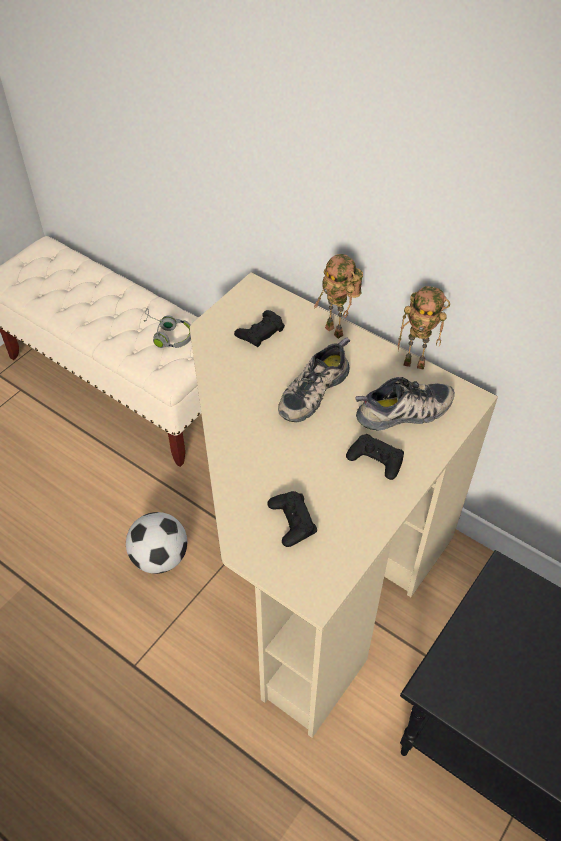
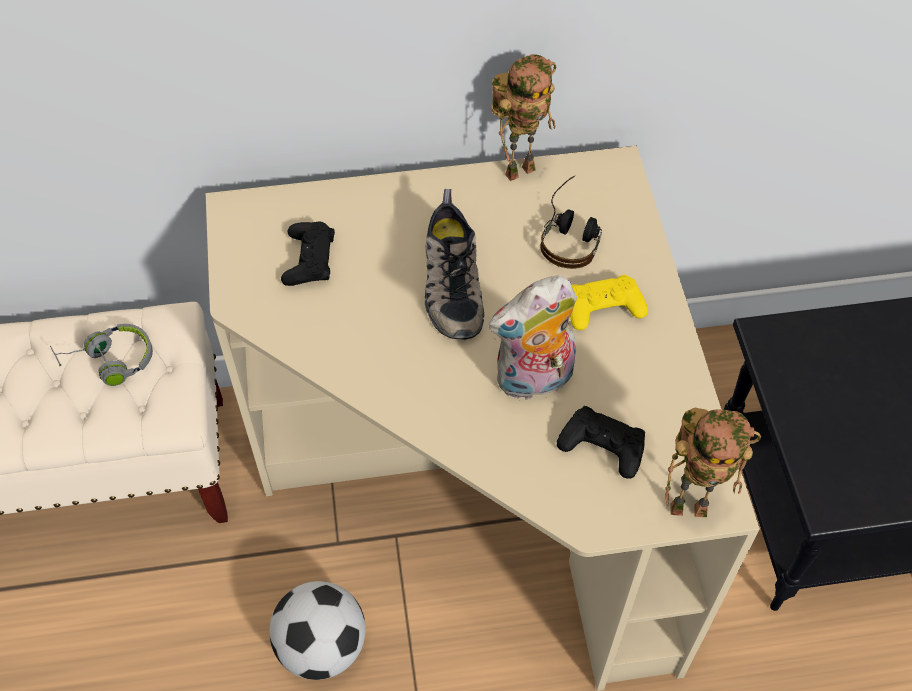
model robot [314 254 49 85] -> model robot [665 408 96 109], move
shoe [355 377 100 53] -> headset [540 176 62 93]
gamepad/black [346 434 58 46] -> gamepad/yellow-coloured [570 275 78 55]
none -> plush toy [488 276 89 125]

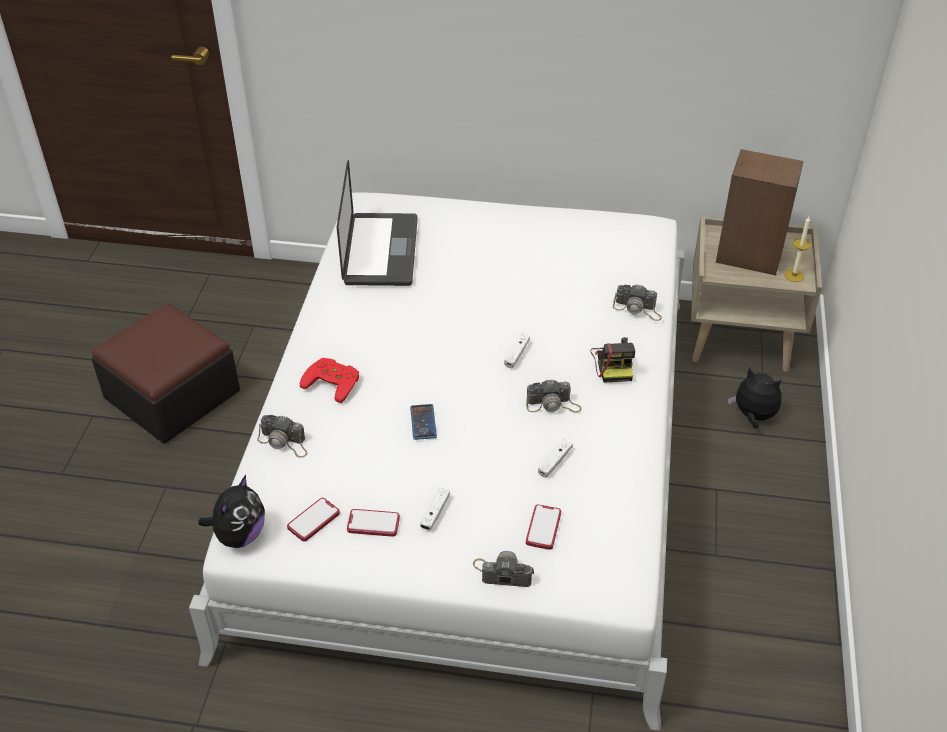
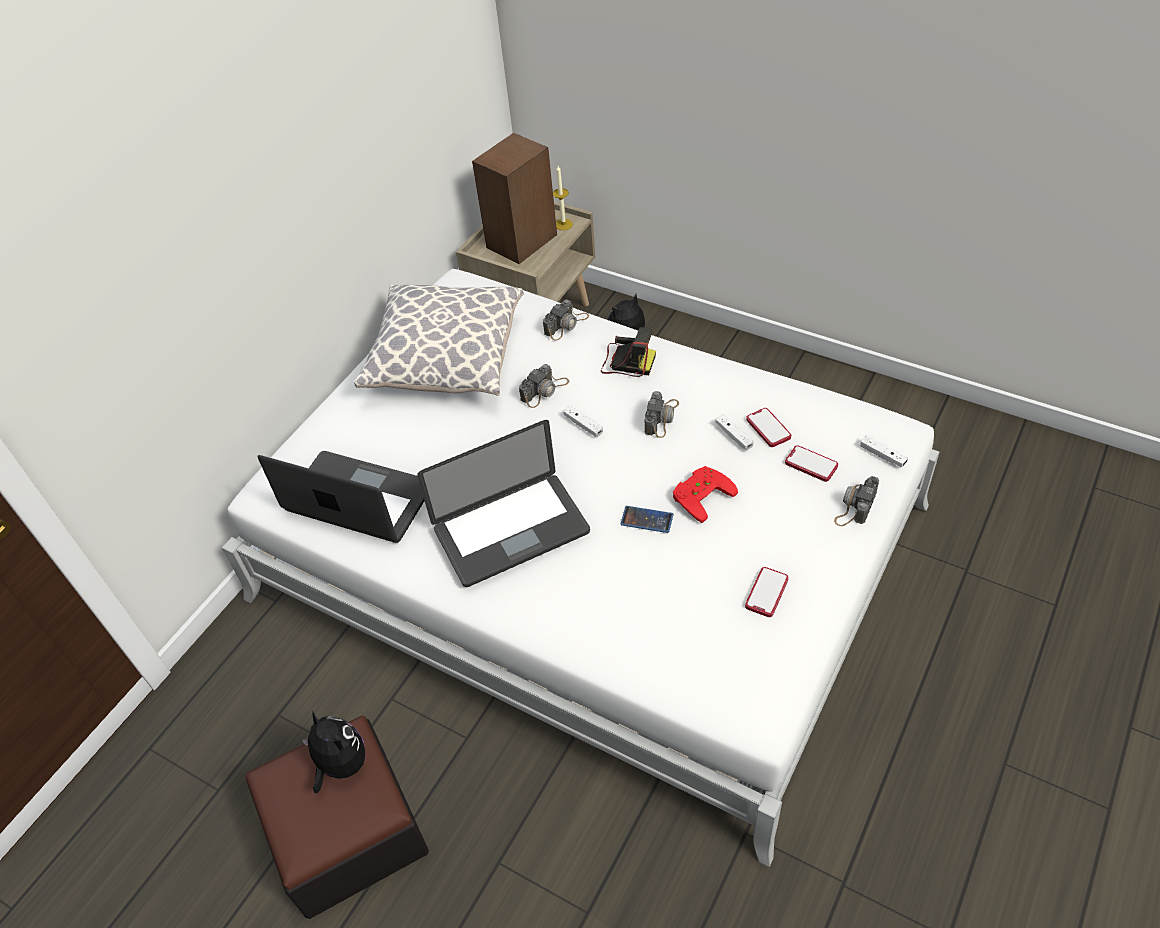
gamepad/reddish [300 358 59 45] -> gamepad/reddish [673 466 65 57], move
still camera [257 415 50 43] -> still camera [519 364 50 44], move
plush toy [198 475 67 73] -> plush toy [301 712 65 81], move
gamepad/white-coloured [420 488 30 42] -> gamepad/white-coloured [860 436 48 31], move
handset [287 498 53 44] -> handset [746 408 45 39], move
none -> cushion [354 285 170 111]
none -> laptop [417 420 173 167]

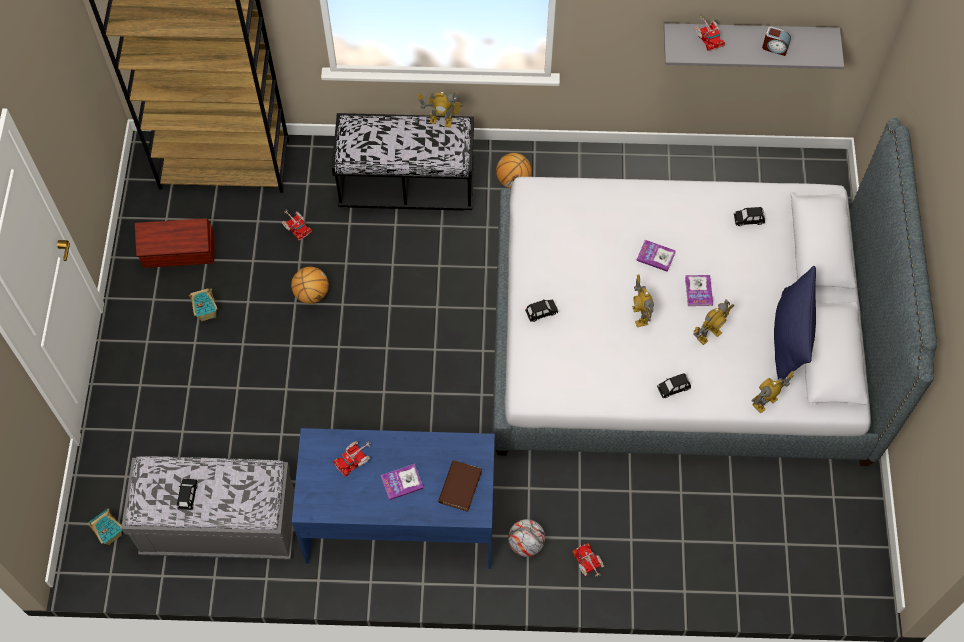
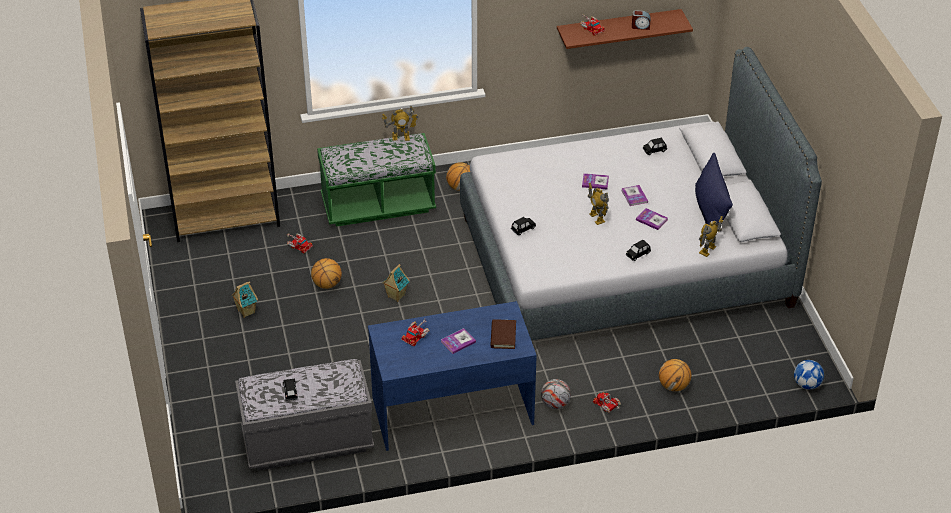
wall shelf/gray [664 23 180 46] -> wall shelf/brownish [557 9 136 40]
indoor bench/black [332 113 142 98] -> indoor bench/greenish [317 133 119 94]
storage bin/brownish [135 218 80 50] -> none
model robot [693 299 41 46] -> volume [636 208 32 22]
miniature house [87 509 35 36] -> miniature house [382 264 28 38], move
none -> basketball ball [659 359 32 32]
none -> football [794 360 30 29]

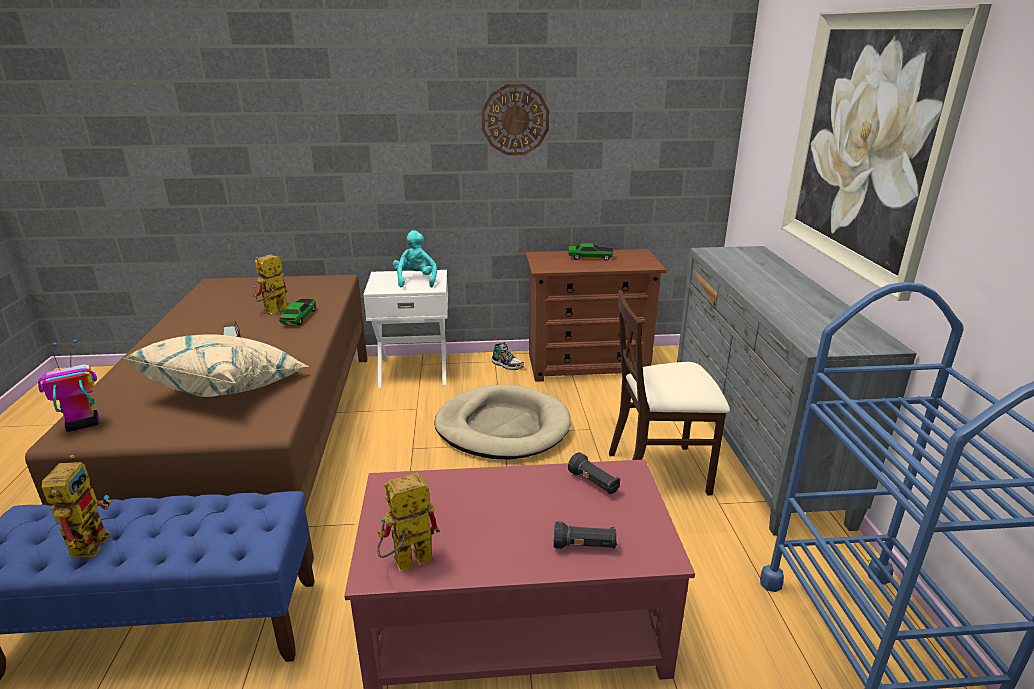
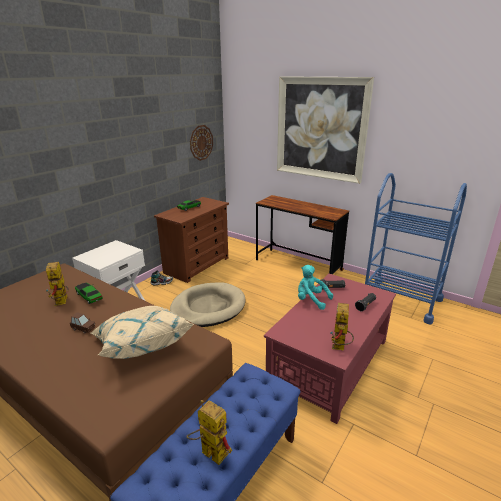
wall clock [482 84 67 71] -> wall clock [190 125 23 36], move
plush toy/blue-green [393 230 44 57] -> plush toy/blue-green [298 265 35 45], move
drawer chest/gray [677 246 240 290] -> desk table/brownish [256 195 93 79]
plain chair/sand-coloured [609 290 121 206] -> none
model robot [38 340 61 92] -> none

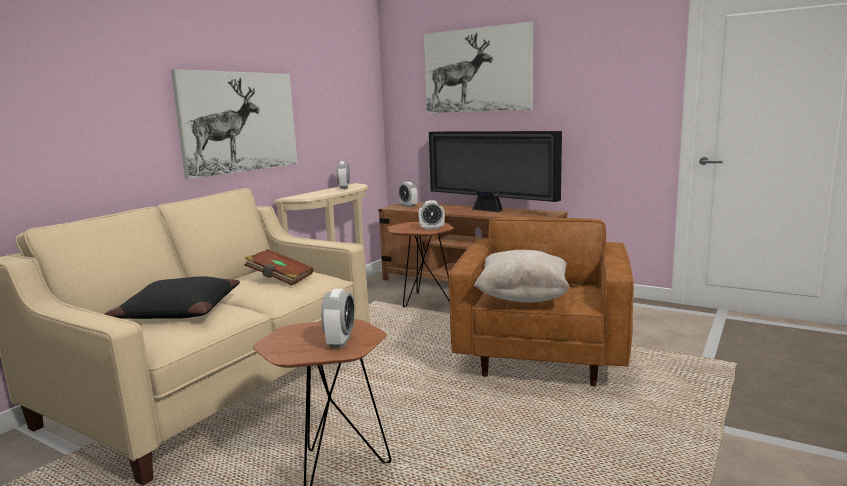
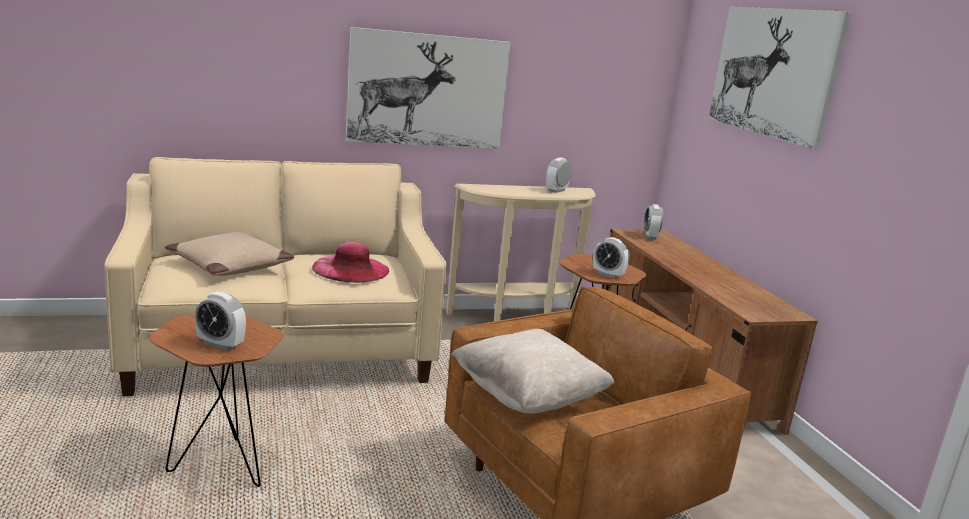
TV [429 131 133 82] -> none
volume/brownish [244 249 69 37] -> wearable hat/pink [312 242 77 41]
cushion/black [104 276 136 43] -> cushion/sand-coloured [165 232 129 44]
table clock [321 289 34 59] -> table clock [194 292 52 59], 60 degrees clockwise

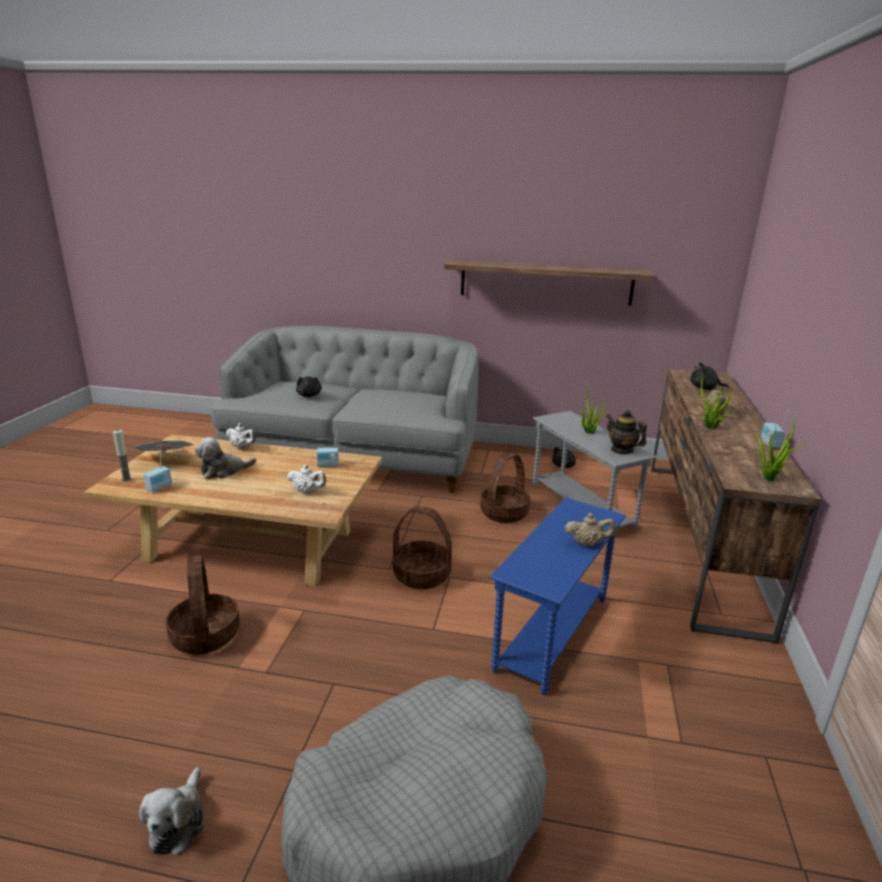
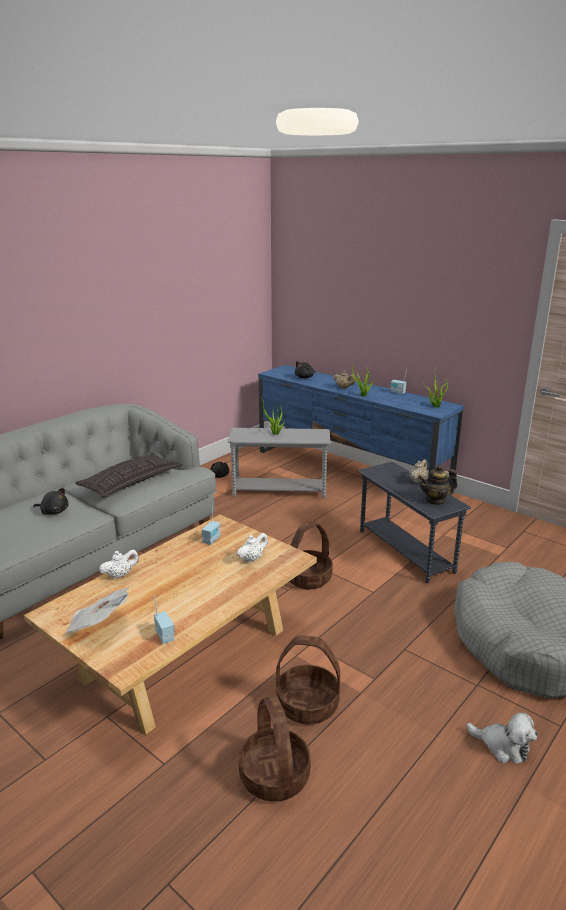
wall shelf [444 260 210 45] -> none
tv stand/brownish [651 369 170 275] -> tv stand/blue [258 365 206 130]
pot for tea [606 410 41 44] -> pot for tea [418 465 39 40], move
wax light [113 430 19 52] -> none
plush toy [195 437 61 42] -> none
basket [480 452 50 71] -> basket [239 696 72 106], move
end table/blue [489 498 136 197] -> end table/gray [358 461 113 122]
none -> cushion [75 453 107 45]

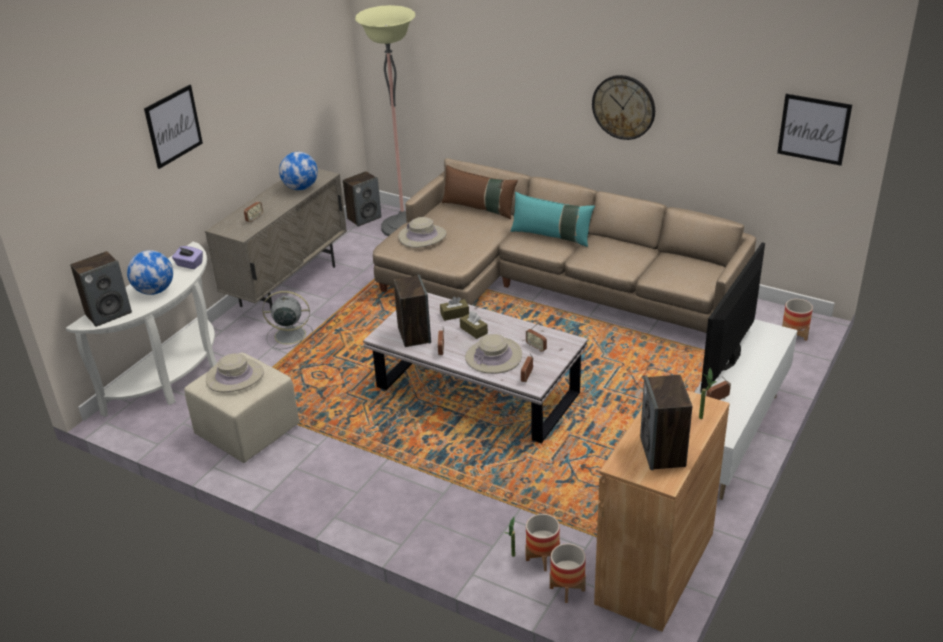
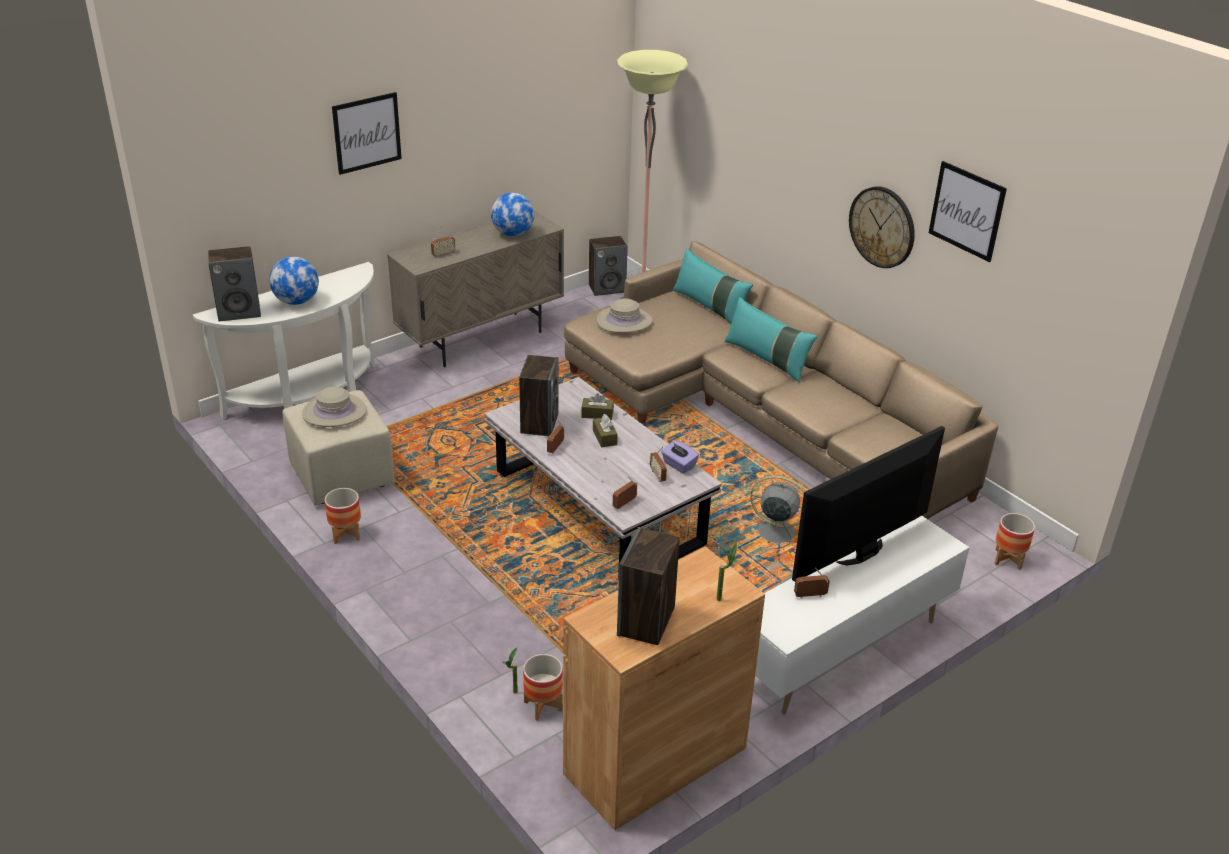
wall picture [777 94 75 72] -> wall picture [929 161 78 101], move
cushion/brownish [442 165 76 54] -> cushion/blue-green [673 248 80 76]
tissue box/purple [172 246 31 23] -> tissue box/purple [661 440 38 34], move
cooling fan/gray [262 291 52 58] -> cooling fan/gray [750 475 55 74], move
wearable hat/sand-coloured [465 334 57 40] -> none
plant pot [550 544 36 59] -> plant pot [325 488 36 56], move

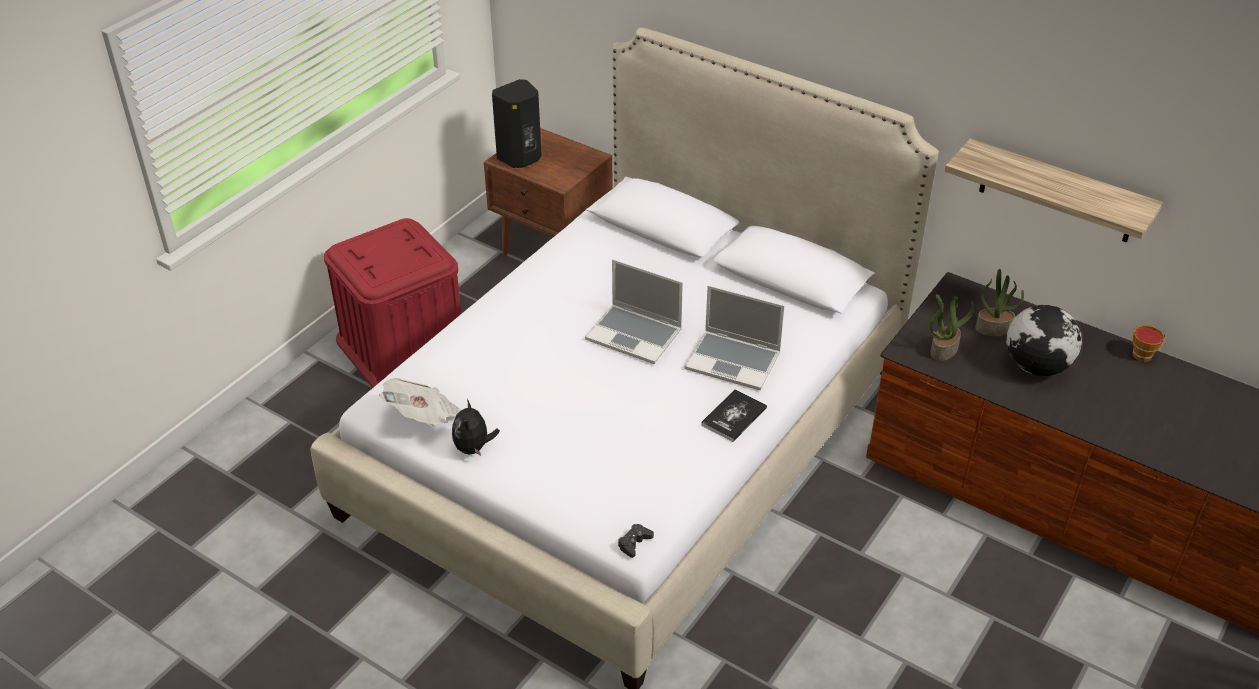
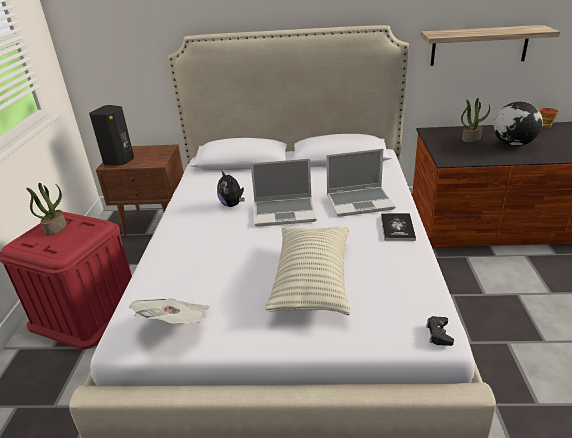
plant in a pot [929 295 45 66] -> plant in a pot [26 183 40 53], move
plush toy [452 399 48 57] -> plush toy [217 170 28 37], move
none -> cushion [265 227 85 88]

